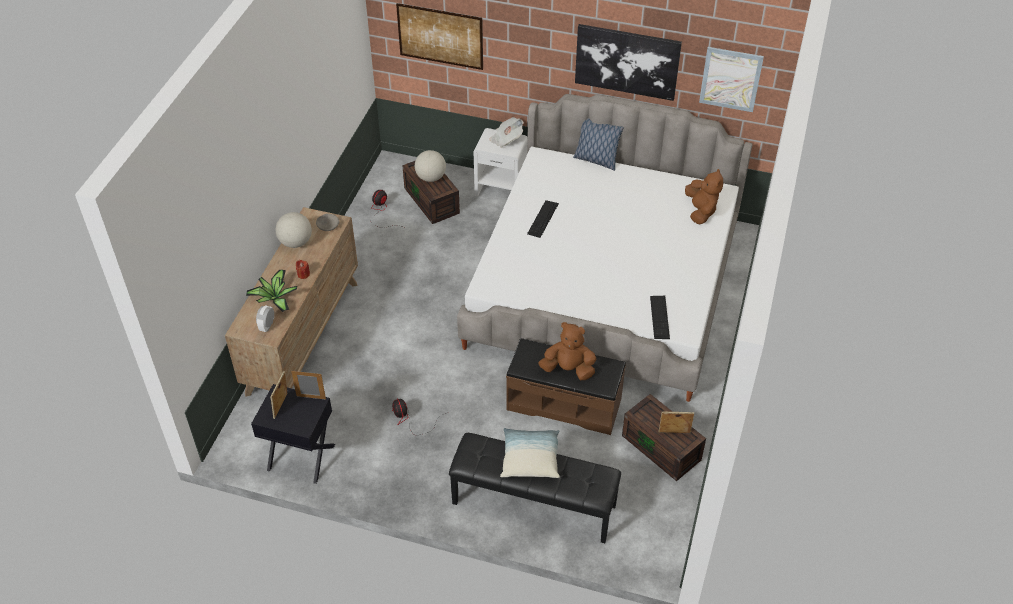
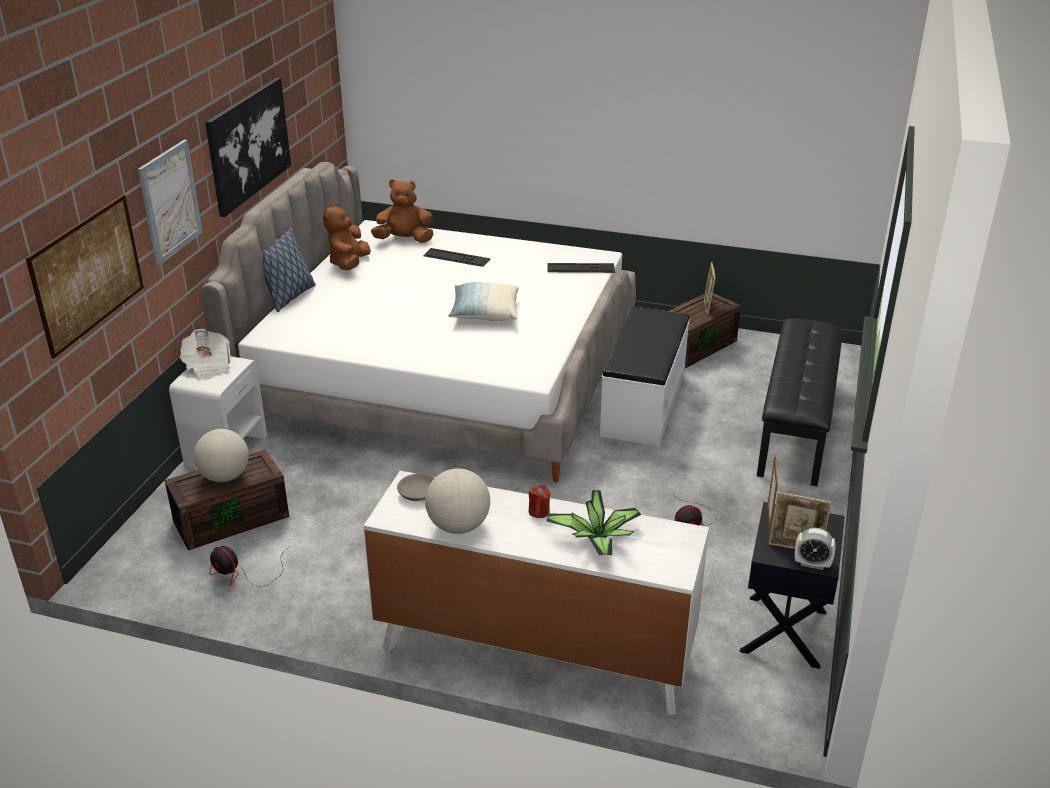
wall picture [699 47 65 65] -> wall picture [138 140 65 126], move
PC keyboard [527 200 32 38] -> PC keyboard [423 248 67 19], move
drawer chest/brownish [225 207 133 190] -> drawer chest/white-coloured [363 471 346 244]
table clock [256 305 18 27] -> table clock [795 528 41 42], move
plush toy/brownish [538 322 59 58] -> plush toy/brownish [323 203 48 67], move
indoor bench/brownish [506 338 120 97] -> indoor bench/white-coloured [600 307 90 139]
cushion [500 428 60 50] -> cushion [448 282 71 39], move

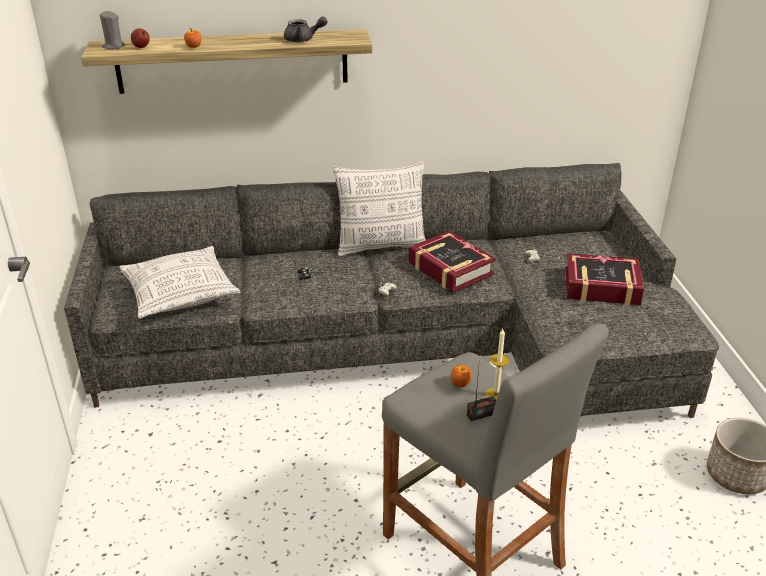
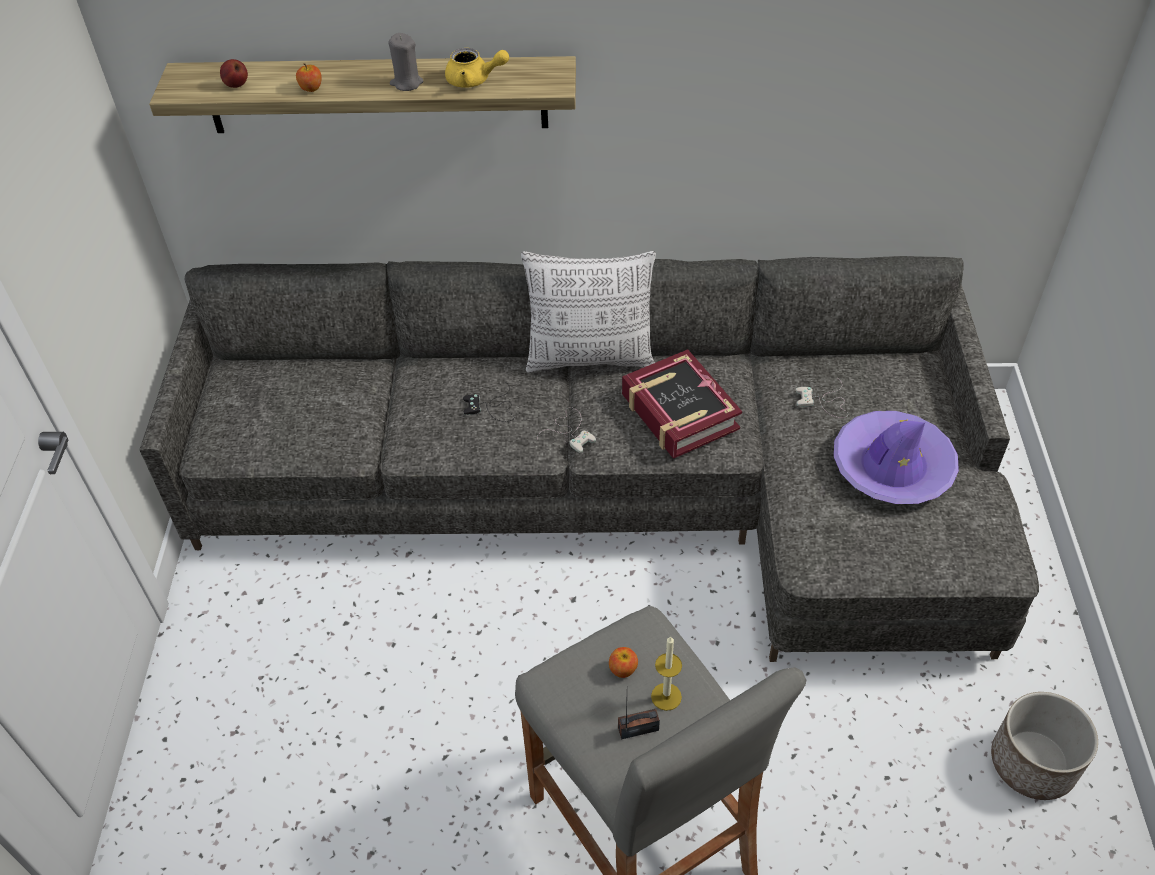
wax light/gray [100 11 25 38] -> wax light/gray [389 33 34 58], move
pot for tea/gray [284 17 43 25] -> pot for tea/yellow-coloured [445 48 64 40]
cushion [120 246 121 72] -> none
volume [565 253 79 53] -> wearable hat/purple [834 411 125 93]

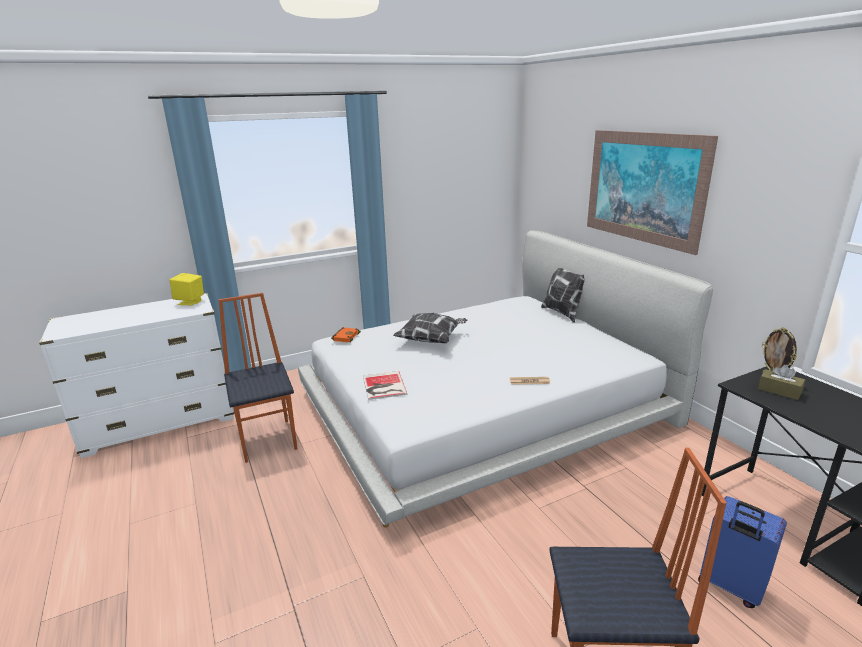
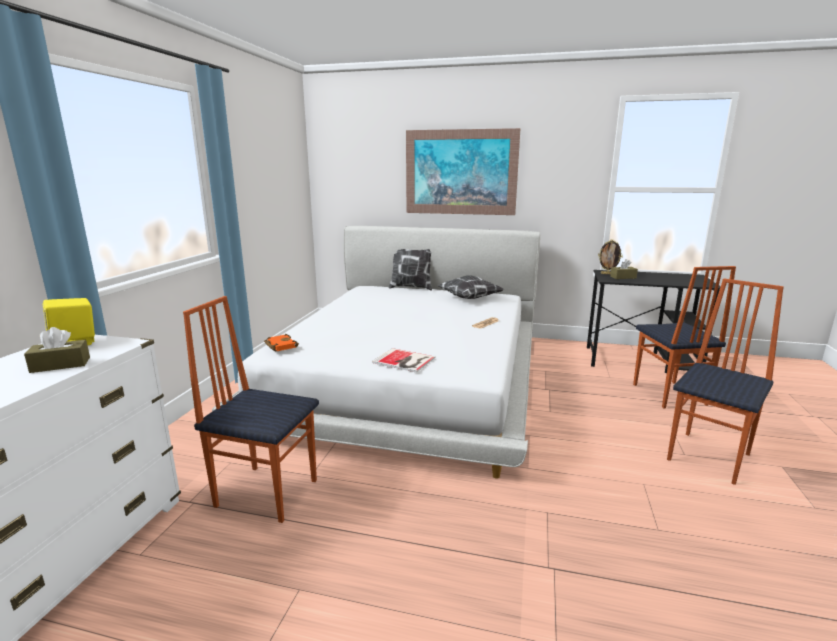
cushion [393 313 75 30] -> cushion [437 275 67 24], move
suitcase/blue [698 496 89 112] -> plain chair [633 266 103 142]
none -> tissue box/brownish [24 327 66 46]

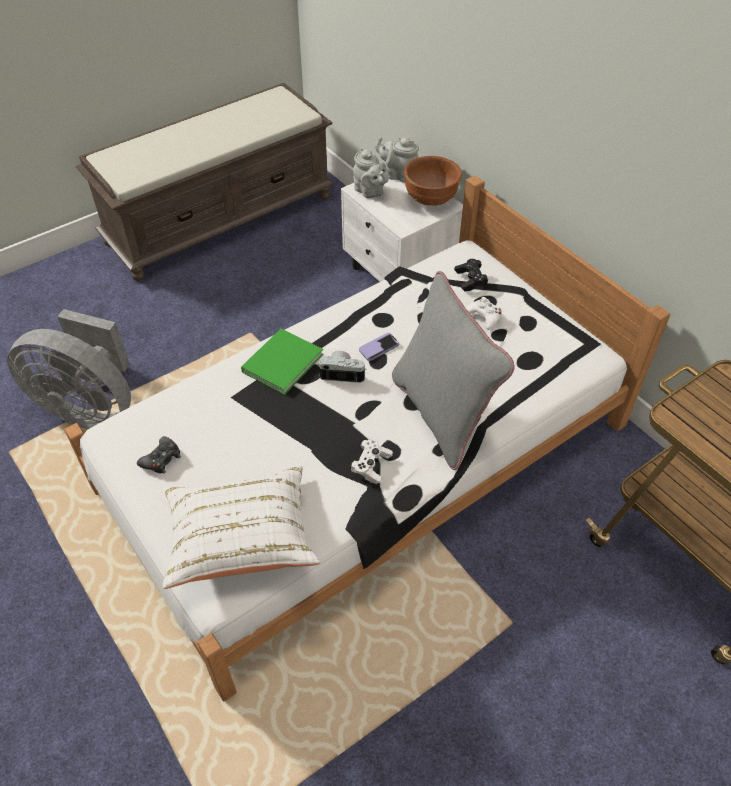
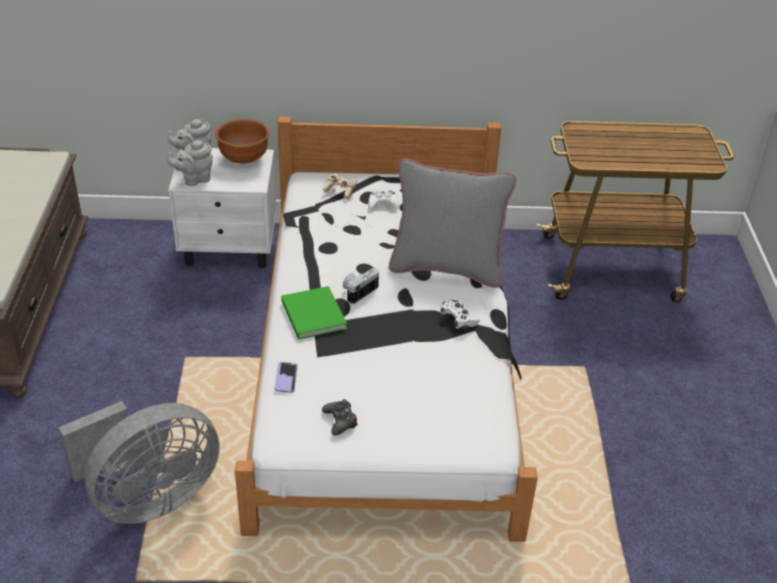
pot for tea/gray [353 147 36 51] -> pot for tea/gray [167 140 46 46], 150 degrees clockwise
gamepad/black [454 259 34 33] -> gamepad/sand-coloured [322 174 35 25]
handset [359 333 40 28] -> handset [275 362 22 31], move
cushion/white-coloured [163 465 157 124] -> none

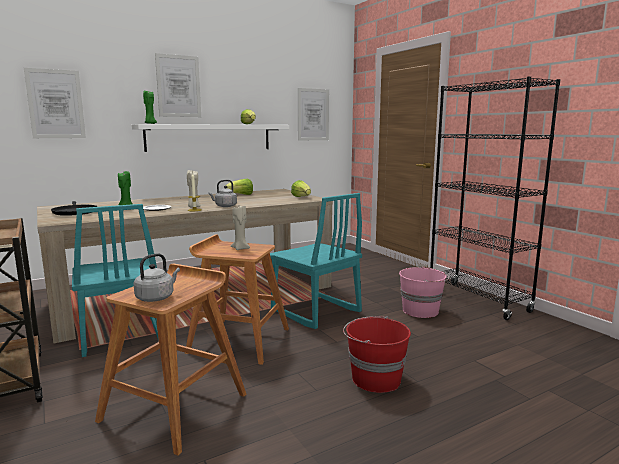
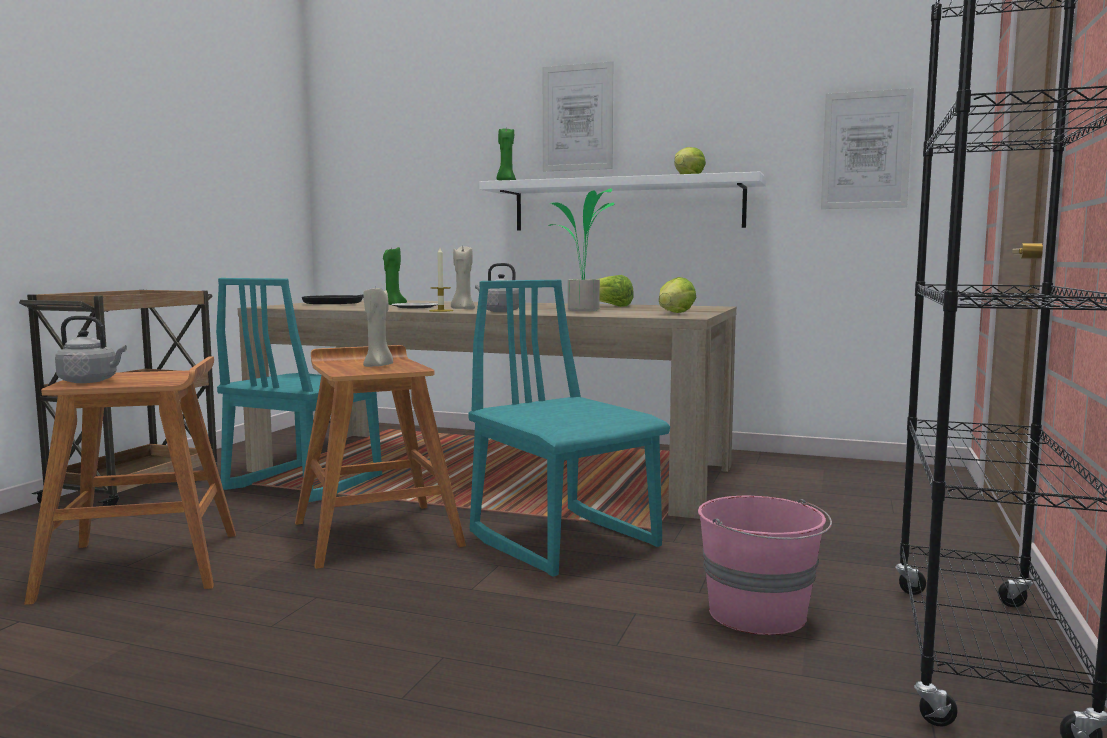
wall picture [24 68 62 70] -> none
plain chair/blue-green [270 193 92 136] -> plain chair/blue-green [469 280 201 297], 135 degrees clockwise
bucket/reddish [343 316 68 77] -> none
none -> plant in a pot [549 188 65 123]

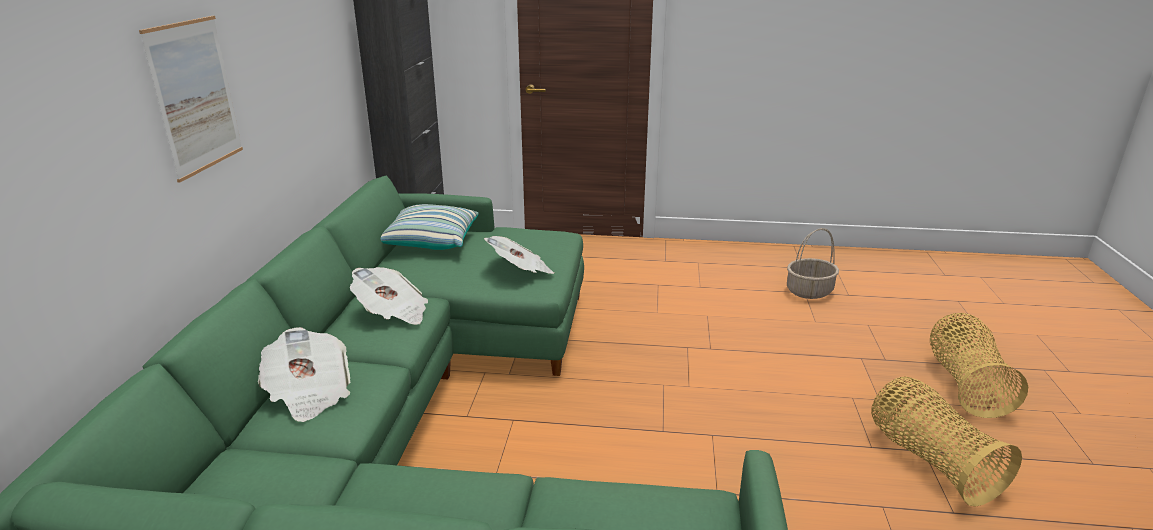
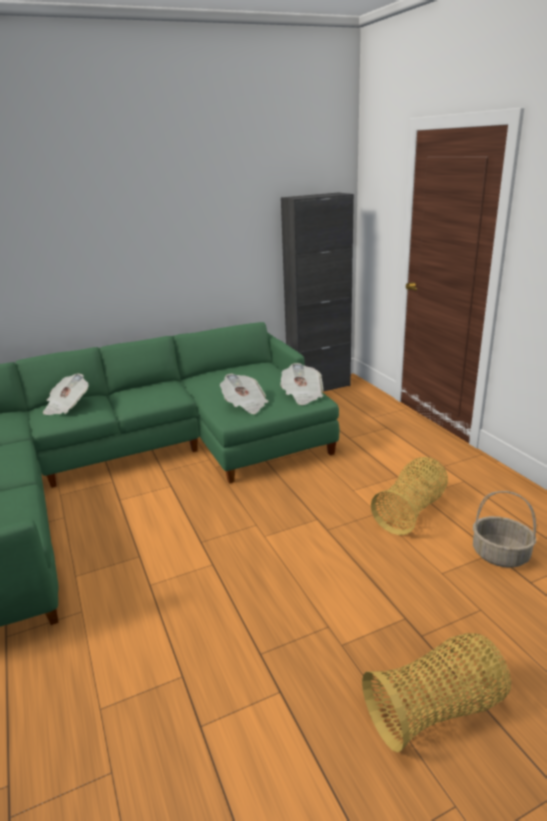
wall picture [139 16 104 167] -> none
cushion [381 204 98 46] -> none
newspaper [350 267 78 58] -> newspaper [280 363 43 42], move
basket [871 377 151 130] -> basket [371 457 77 78], move

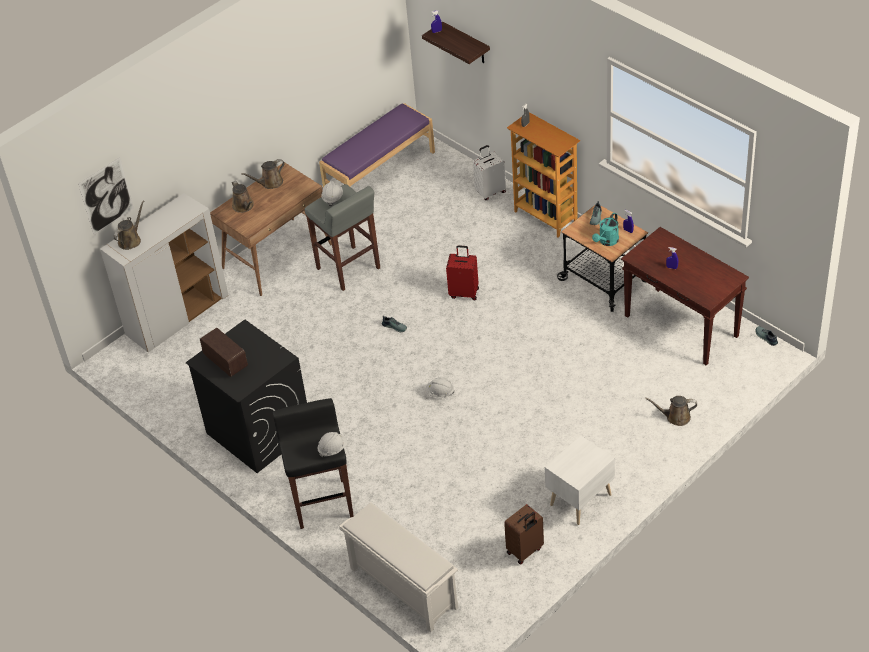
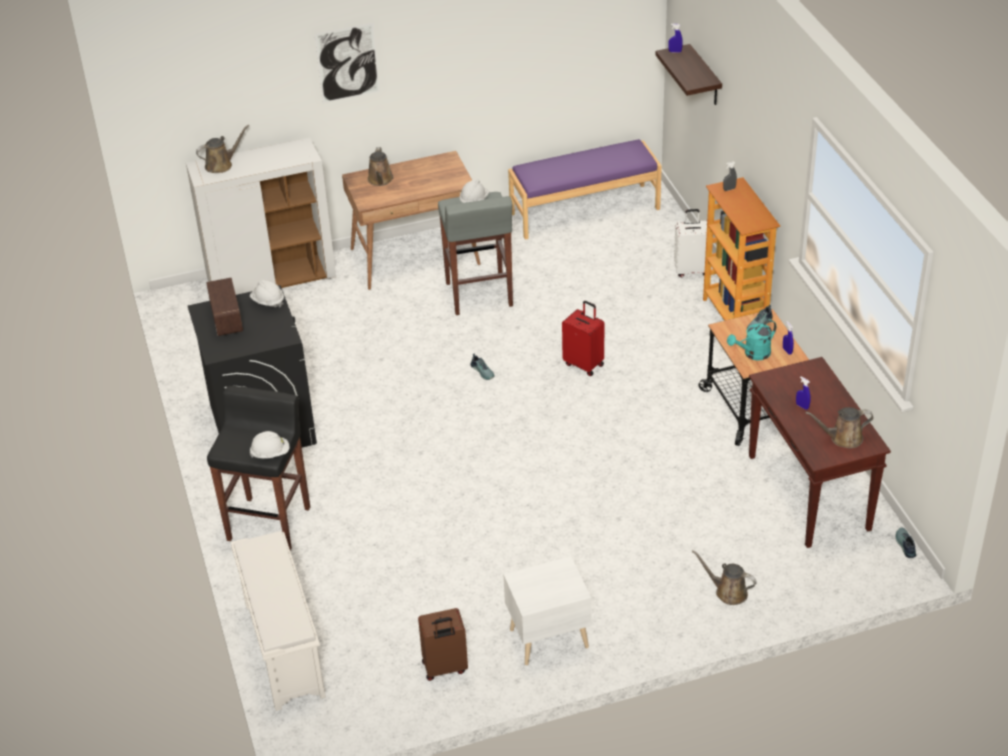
wall picture [78 157 56 78] -> wall picture [314 22 66 81], move
sprinkling can/brownish [241 159 44 30] -> sprinkling can/brownish [805 407 69 41], move
hard hat/white-coloured [426 377 29 21] -> hard hat/white-coloured [250 280 34 27], move

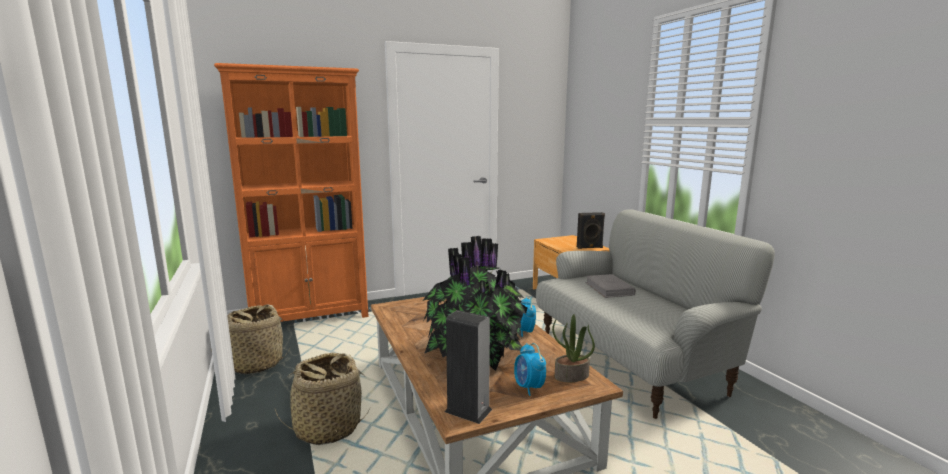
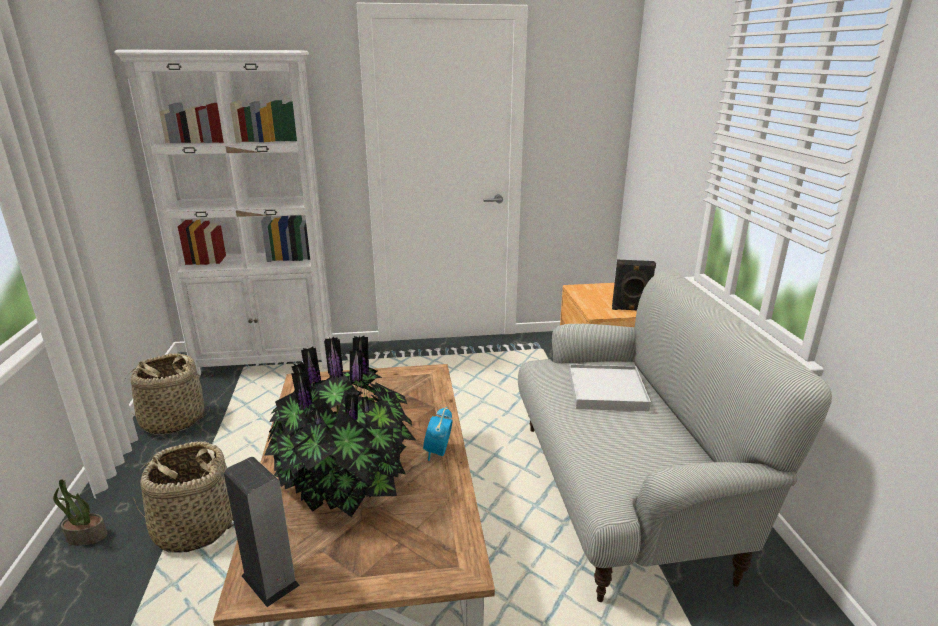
shelving unit/orange-coloured [214 63 155 259] -> shelving unit/white-coloured [114 50 219 327]
volume/gray [585 274 51 24] -> carrying tray/white-coloured [569 364 82 47]
plant in a pot [552 314 43 68] -> plant in a pot [53 479 54 67], move
table clock [514 343 32 53] -> none

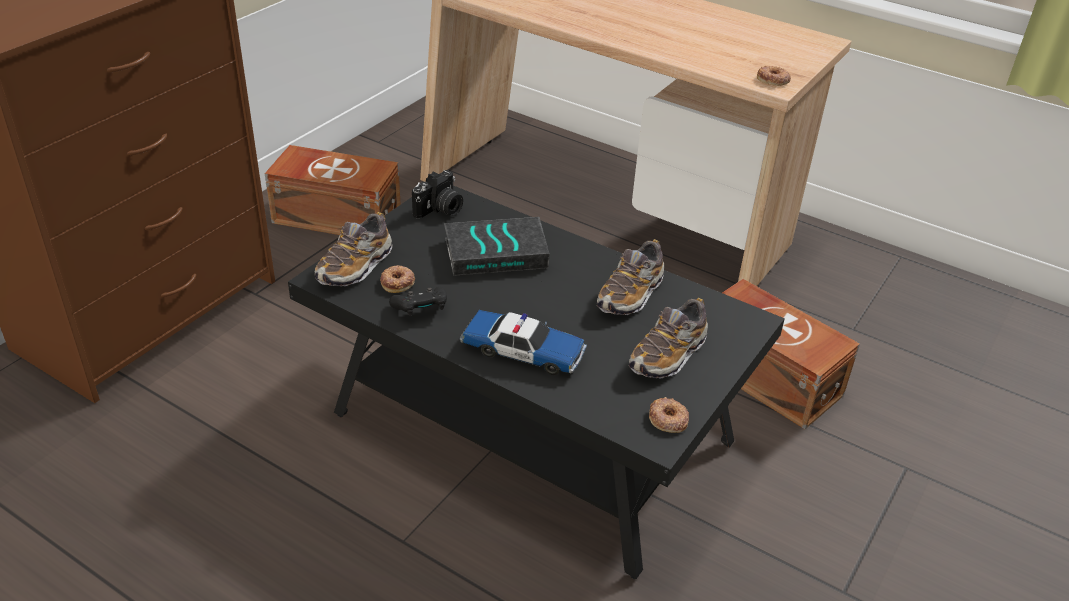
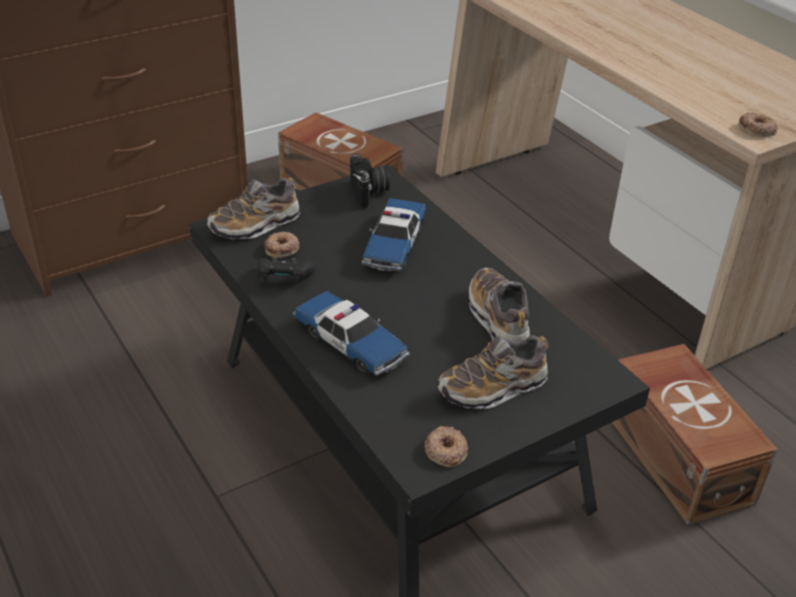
still camera [412 170 51 48] -> still camera [350 154 39 54], 75 degrees counterclockwise
volume [444 217 105 59] -> miniature car [362 198 64 74]
shoe [597 239 67 76] -> shoe [468 268 62 74], 105 degrees clockwise

